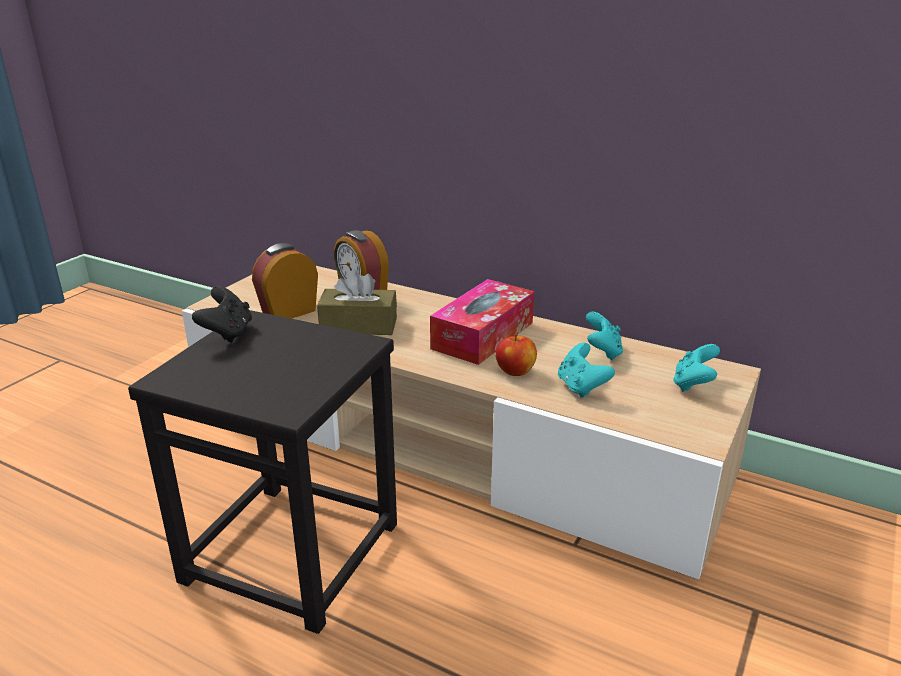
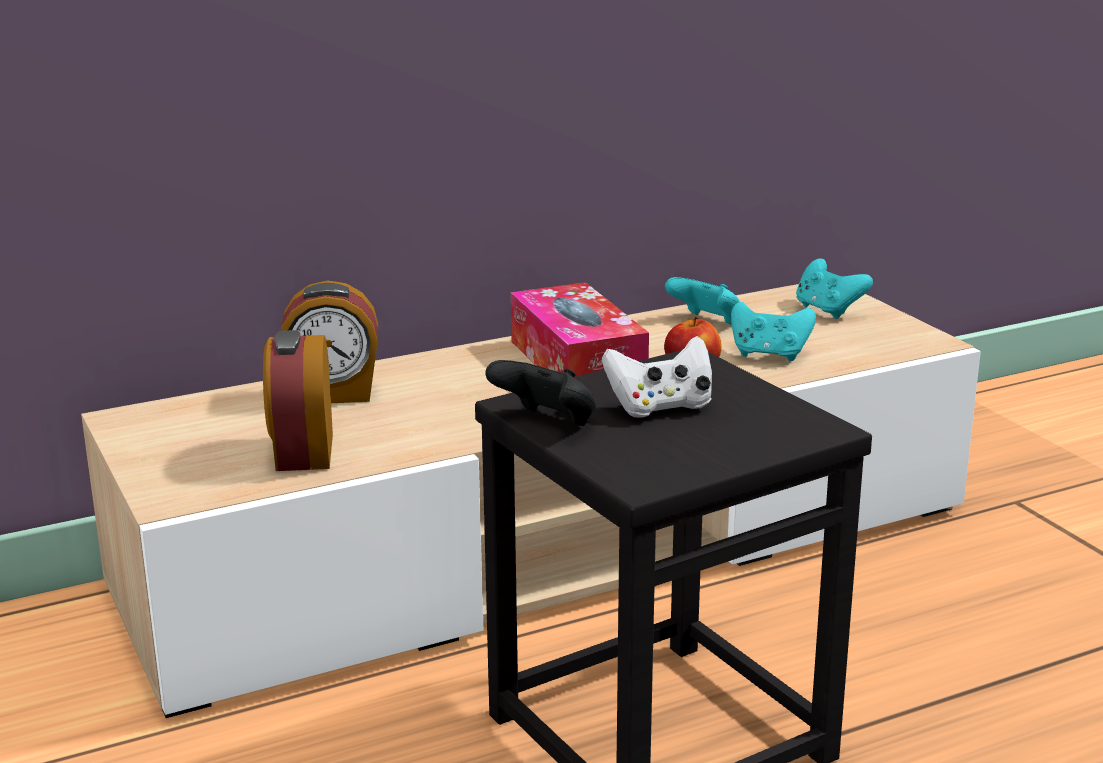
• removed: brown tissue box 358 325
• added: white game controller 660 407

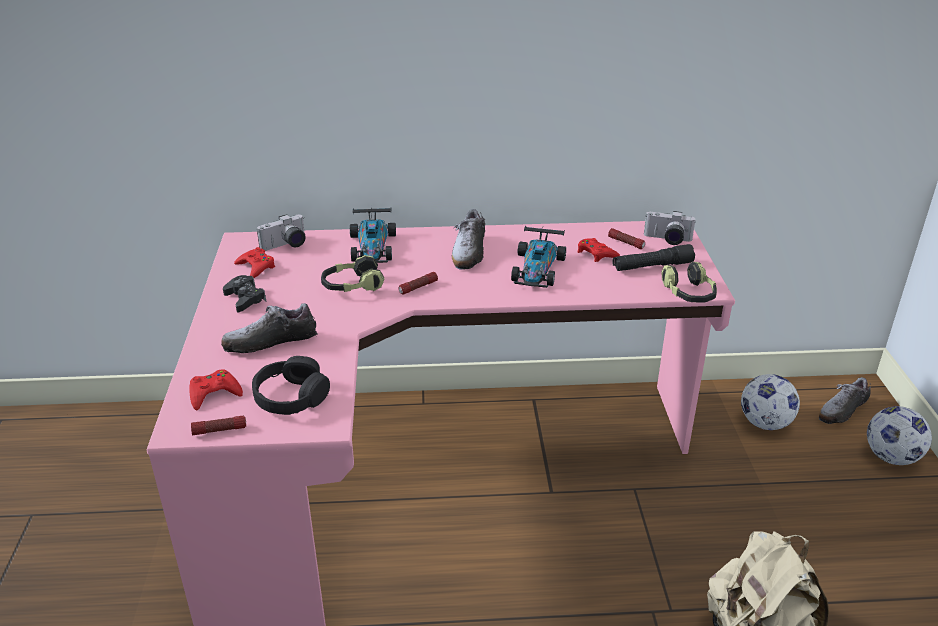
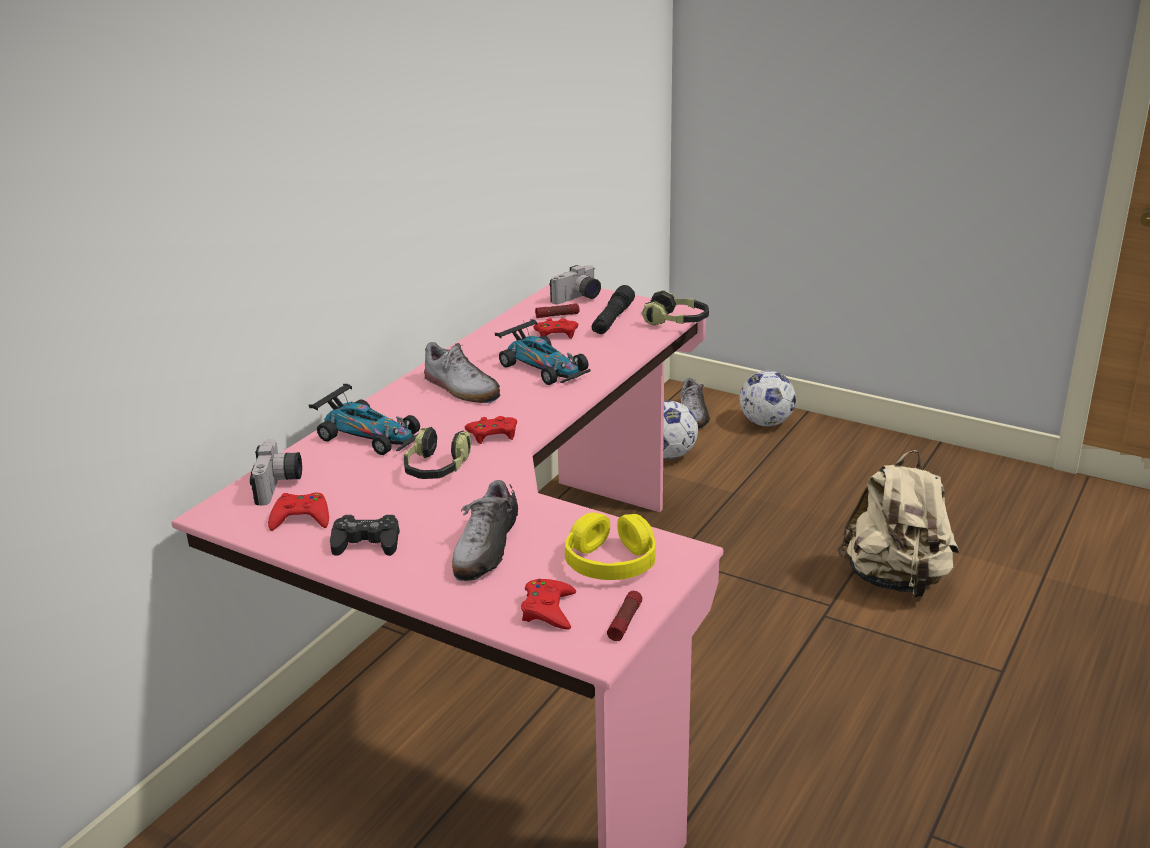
• replaced: flashlight 418 287 to red game controller 493 434
• recoloured: black headphones 291 397 to yellow headphones 611 561

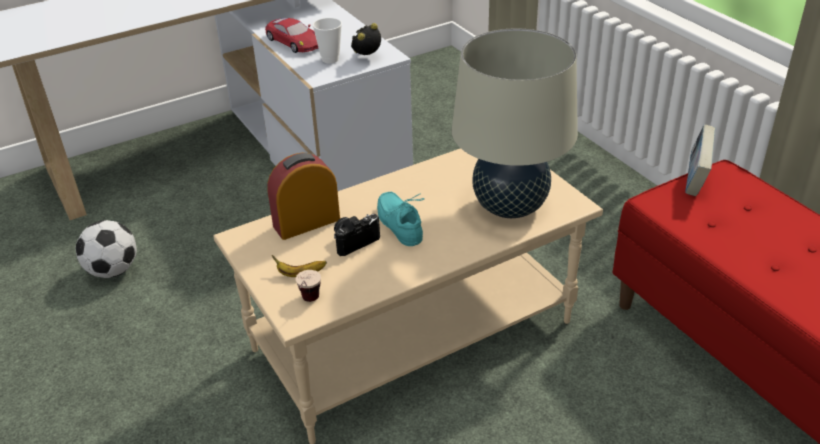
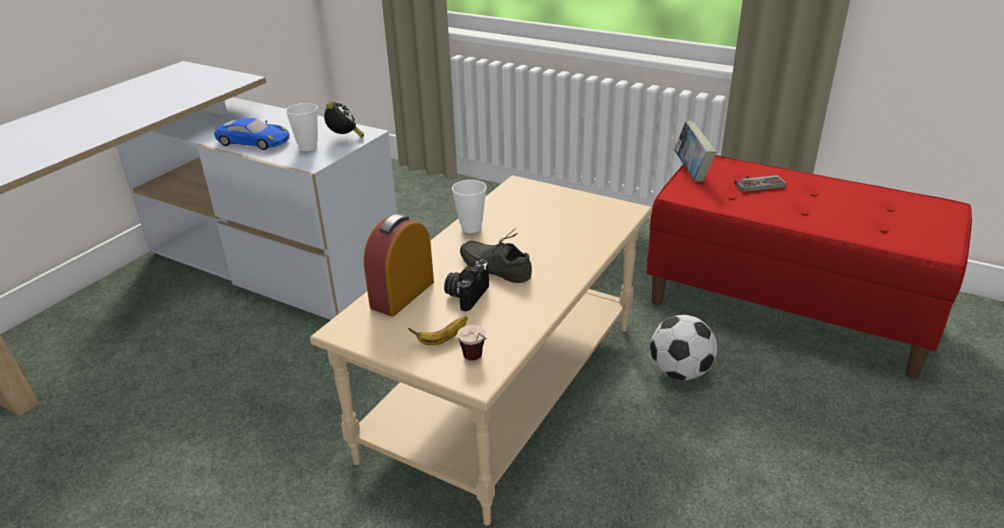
• removed: beige table lamp 510 207
• added: cup 471 228
• added: game controller 757 183
• moved: football 113 271 to 680 372
• recoloured: red toy car 294 41 to blue toy car 253 141
• recoloured: turquoise shoe 402 223 to grey shoe 497 267
• turned: alarm clock 367 57 = 345 138 150 degrees clockwise

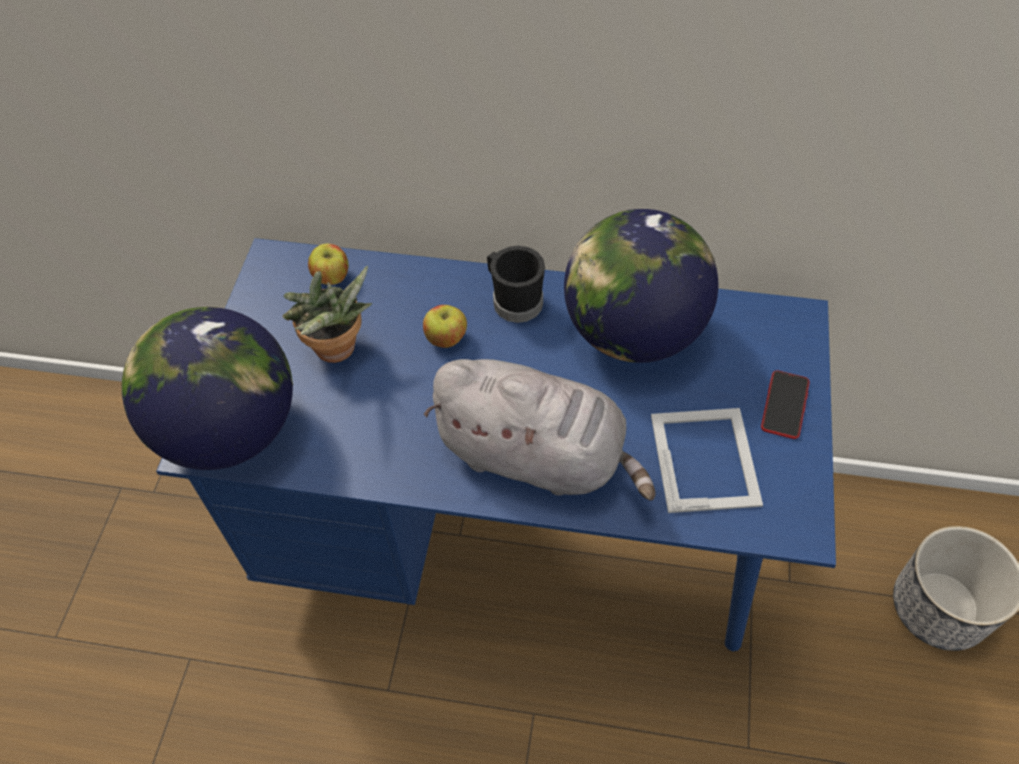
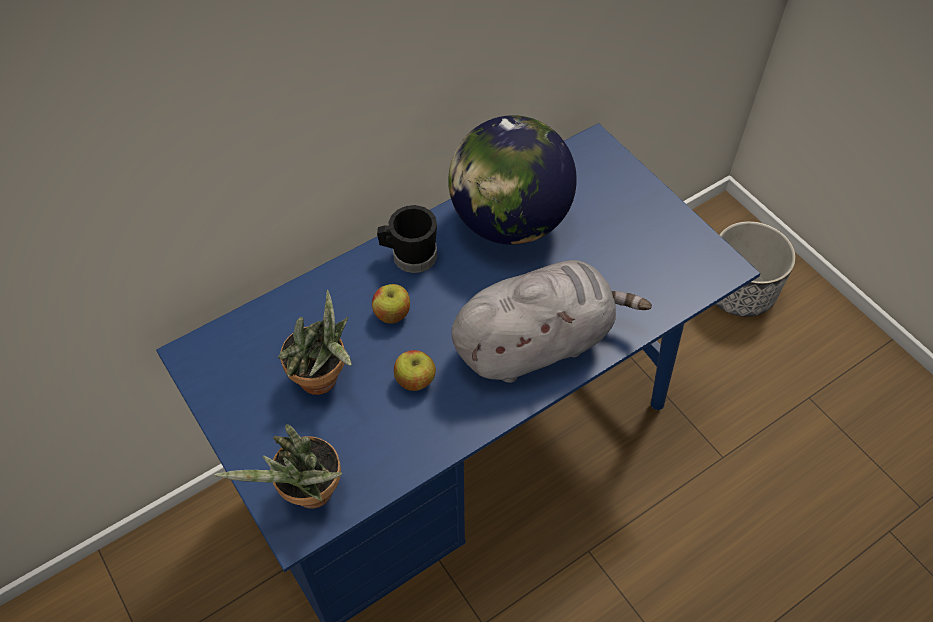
• removed: picture frame 705 458
• removed: phone 785 405
• moved: apple 332 277 to 415 380
• replaced: globe 230 431 to potted plant 309 496

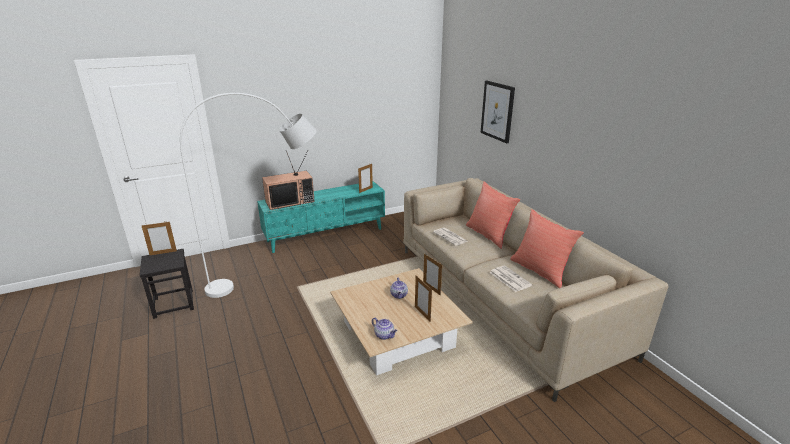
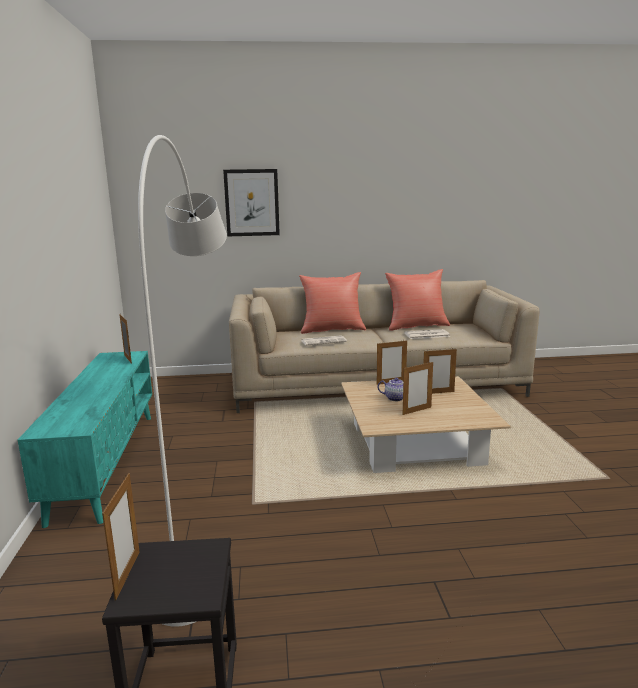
• removed: television 290 201
• removed: teapot 384 335
• added: picture frame 417 411

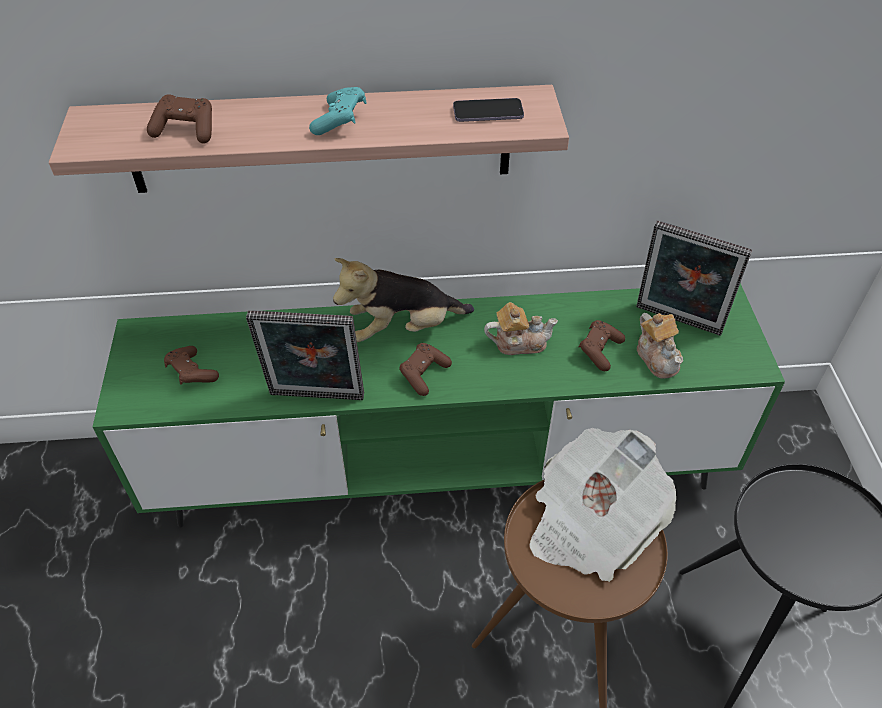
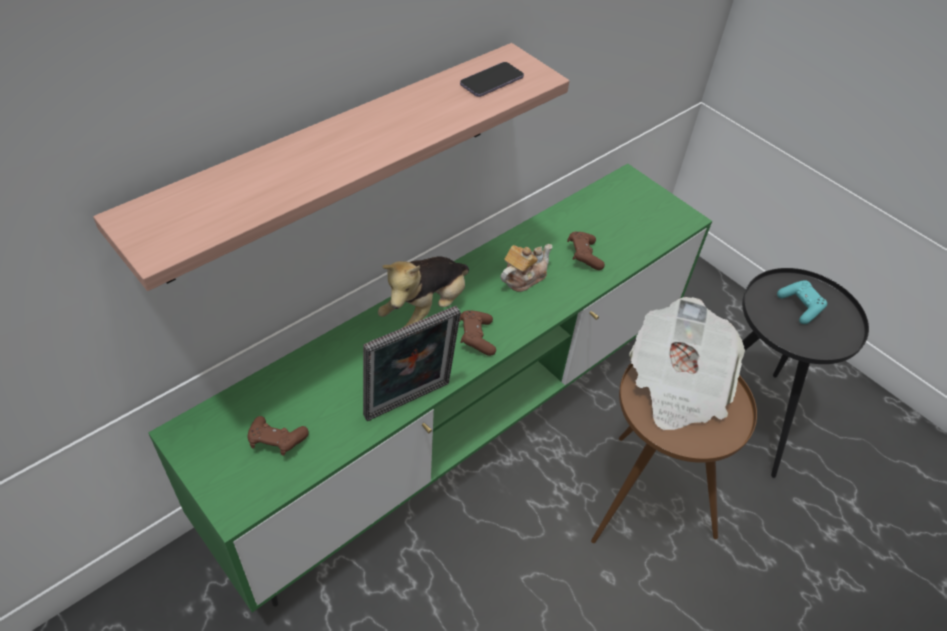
• removed: brown game controller 186 130
• removed: picture frame 677 322
• removed: teapot 657 357
• moved: turquoise game controller 340 122 to 800 307

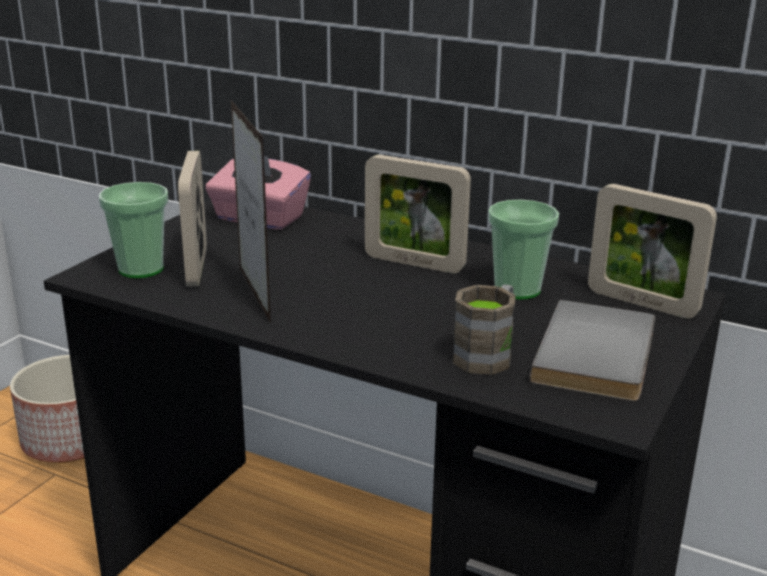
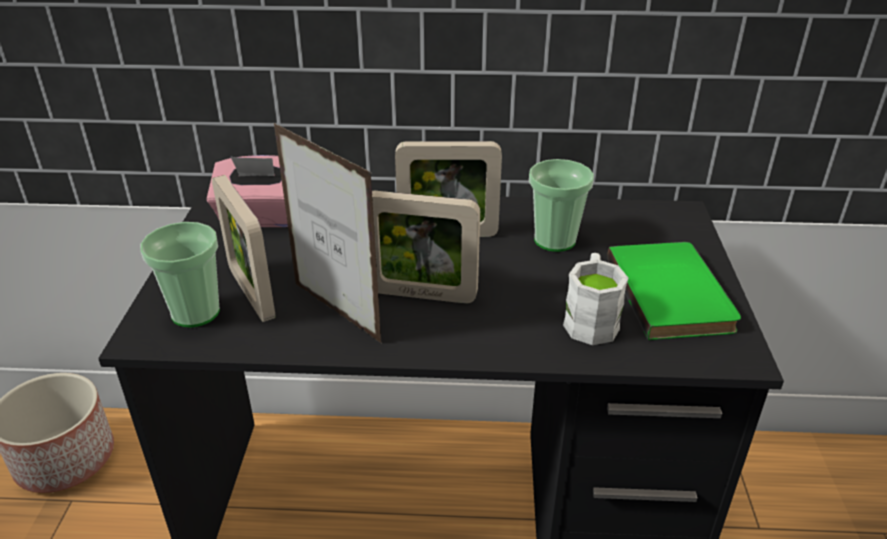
• moved: picture frame 642 303 to 421 294
• recoloured: brown mug 487 354 to white mug 590 319
• recoloured: grey book 600 356 to green book 673 293

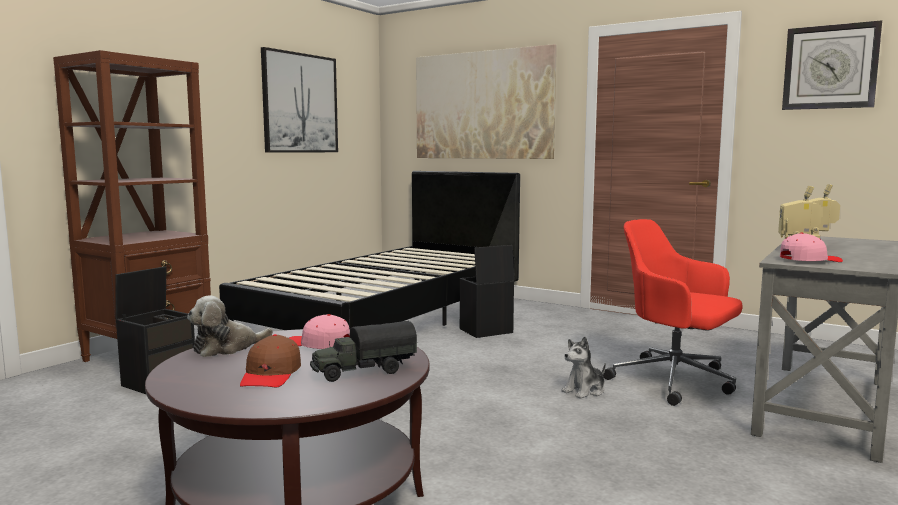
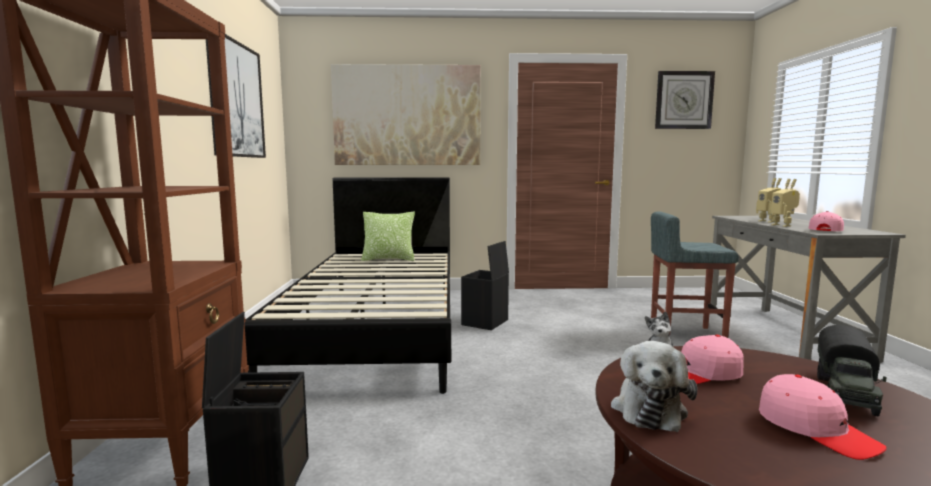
• added: pillow 388 259
• replaced: red office chair 675 381 to grey stool 685 335
• recoloured: brown cap 271 375 to pink cap 816 429

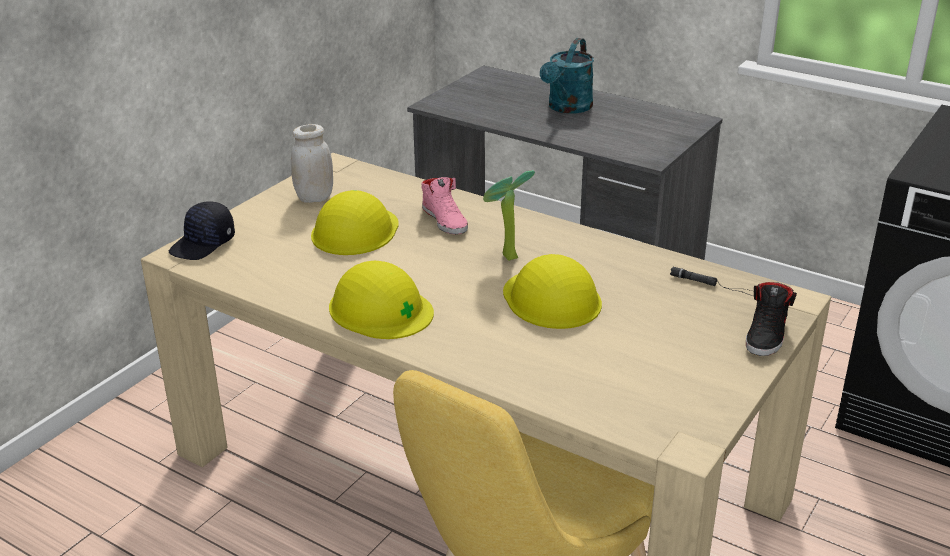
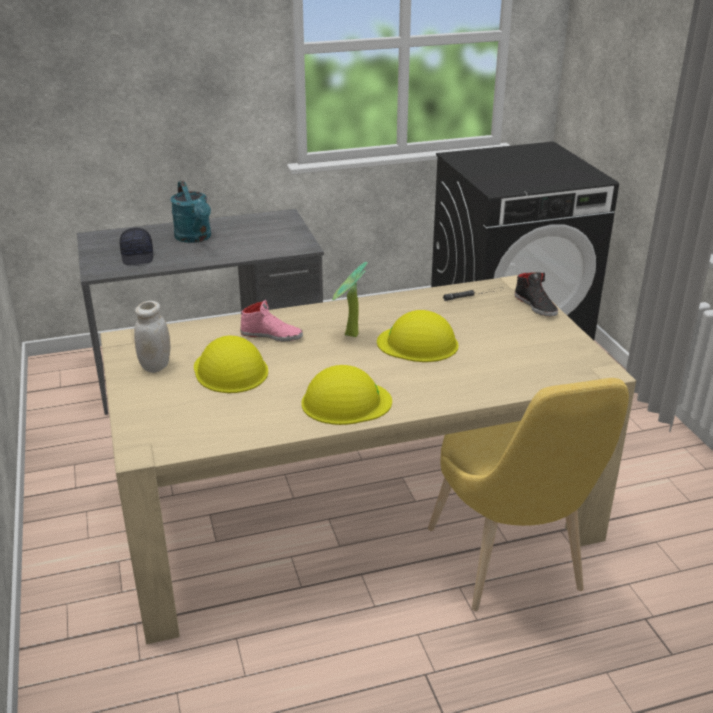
• moved: black cap 203 244 to 138 256

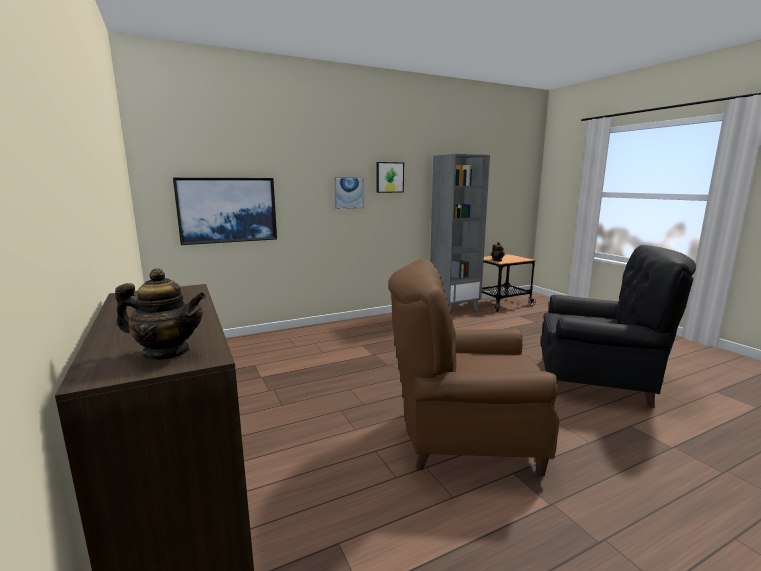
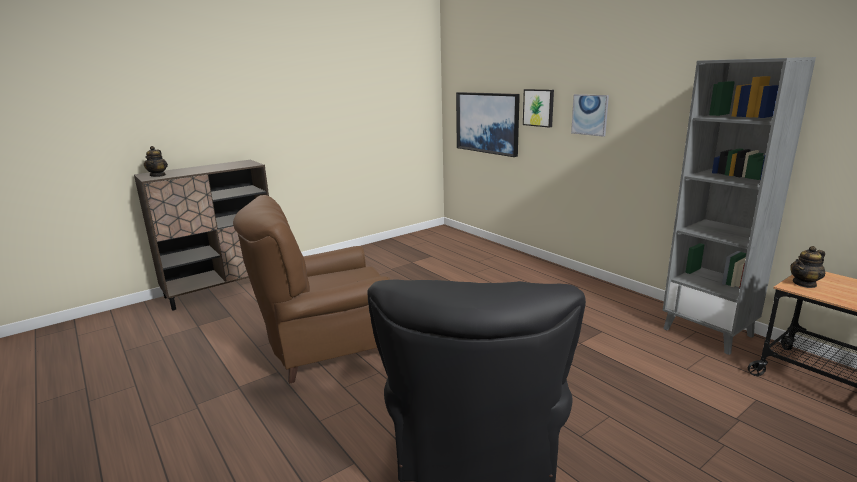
• moved: picture 389 177 to 539 107
• turned: brown armchair 463 438 = 327 349 105 degrees counterclockwise

